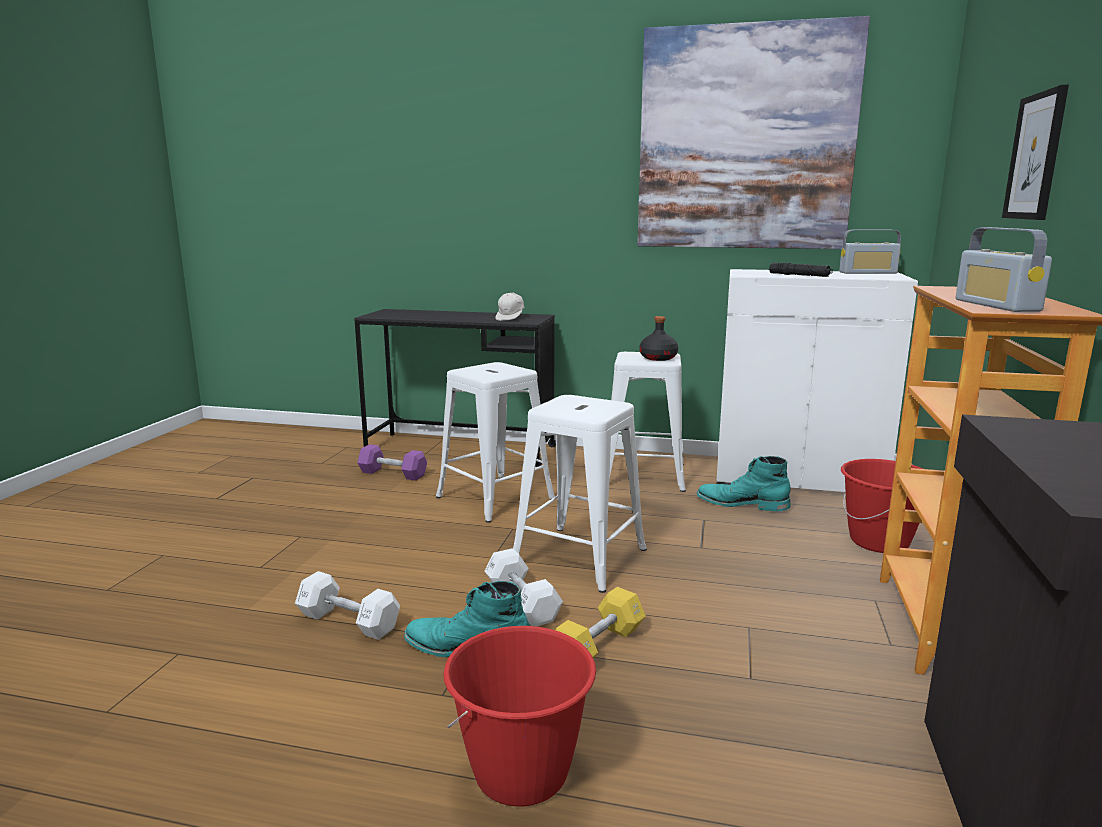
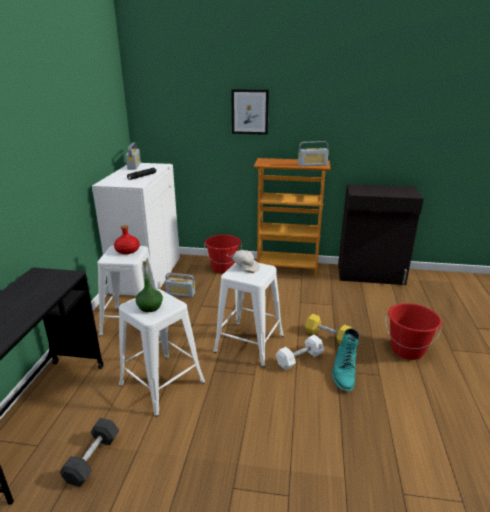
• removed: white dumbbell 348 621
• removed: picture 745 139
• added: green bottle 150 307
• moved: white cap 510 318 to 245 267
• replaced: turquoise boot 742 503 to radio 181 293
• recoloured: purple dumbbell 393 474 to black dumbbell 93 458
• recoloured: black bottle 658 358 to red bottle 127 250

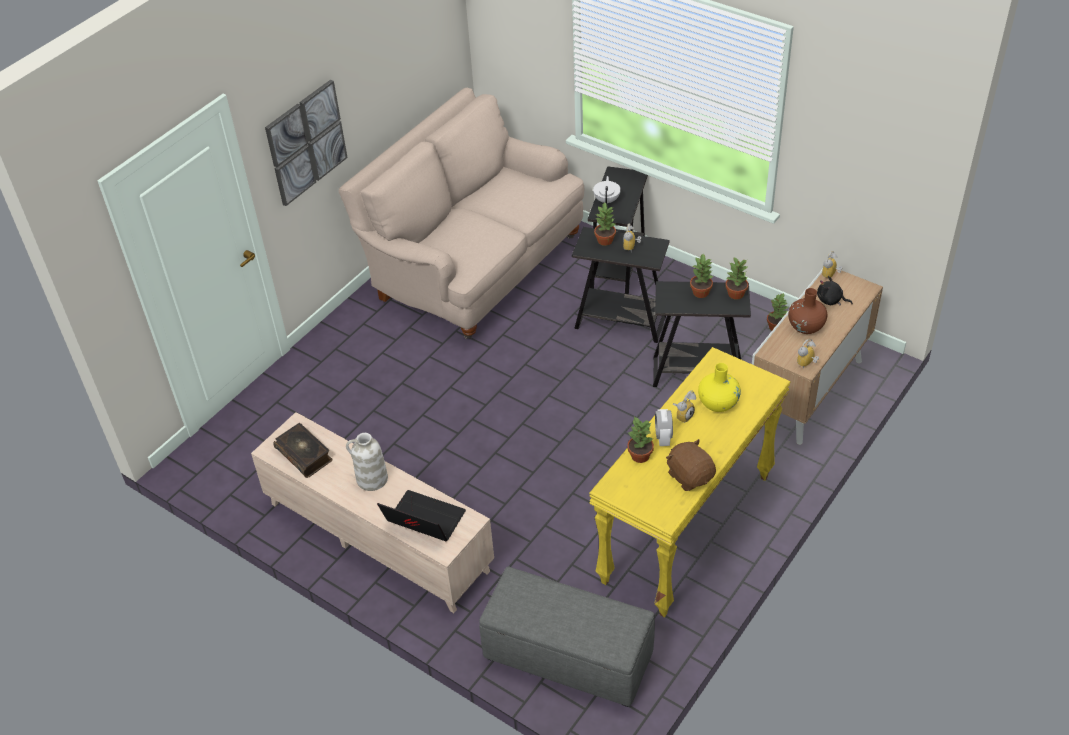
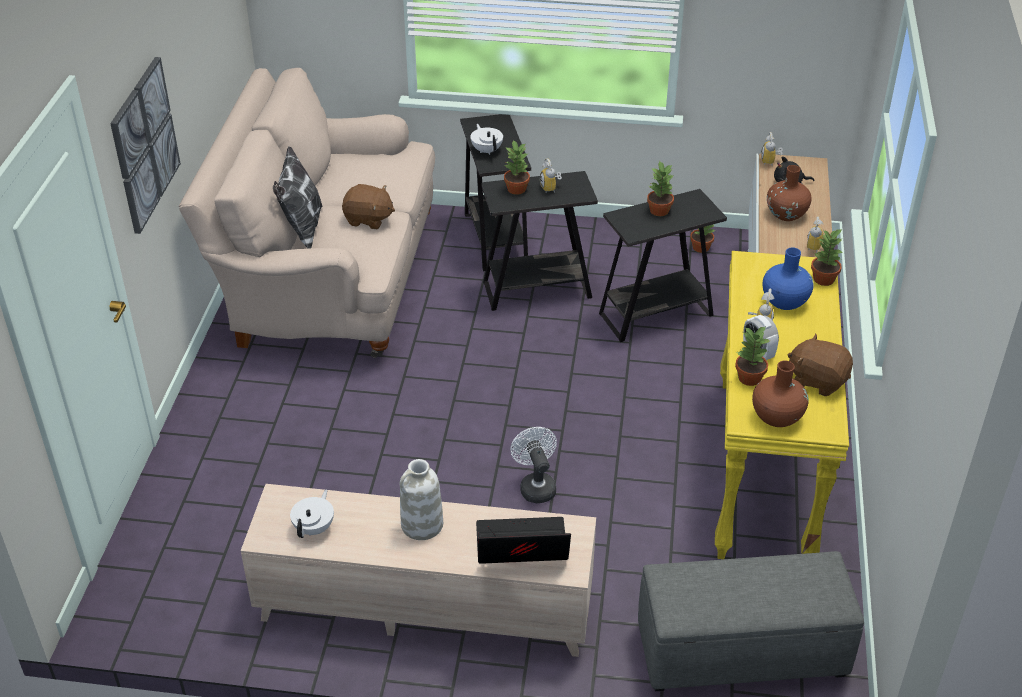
• added: pillow 302 230
• added: brown plush toy 368 219
• added: white fan 535 486
• added: brown vase 777 417
• moved: potted plant 736 294 to 824 279
• replaced: book 304 455 to white teapot 314 528
• recoloured: yellow vase 718 403 to blue vase 784 301

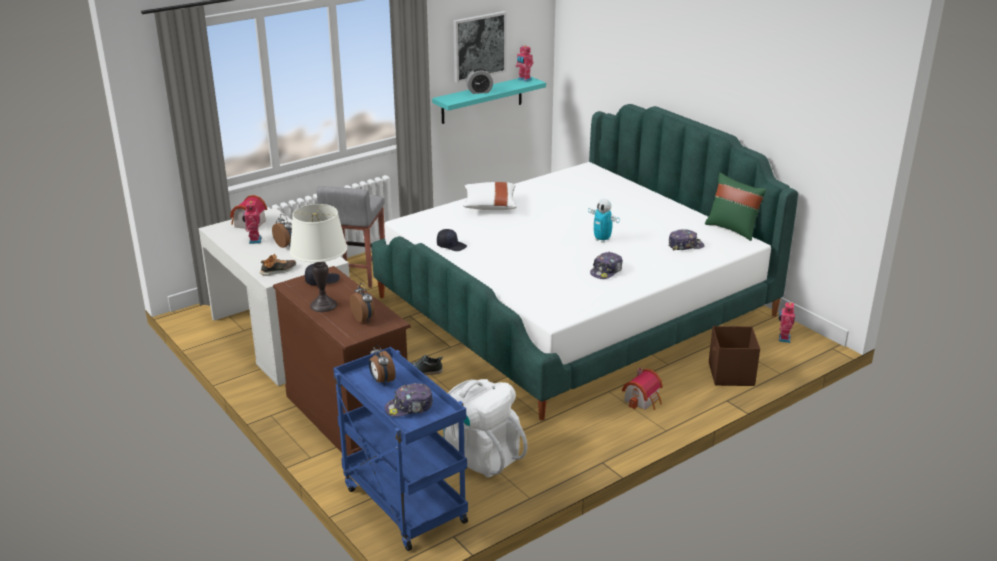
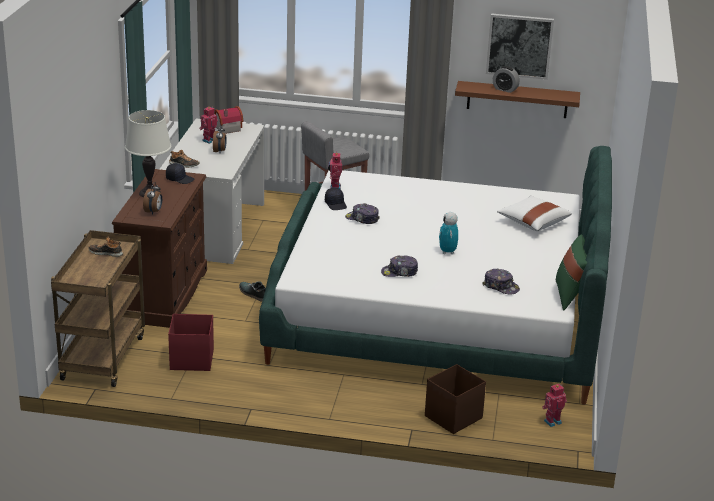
• removed: toy house 643 400
• moved: cap 409 407 to 362 219
• moved: white pillow 490 206 to 533 223
• moved: toy robot 524 80 to 334 187
• replaced: alarm clock 381 381 to shoe 106 253
• replaced: white backpack 481 455 to red storage box 191 360
• recoloured: blue cart 402 504 to brown cart 102 356
• recoloured: turquoise shelf 482 100 to brown shelf 517 99

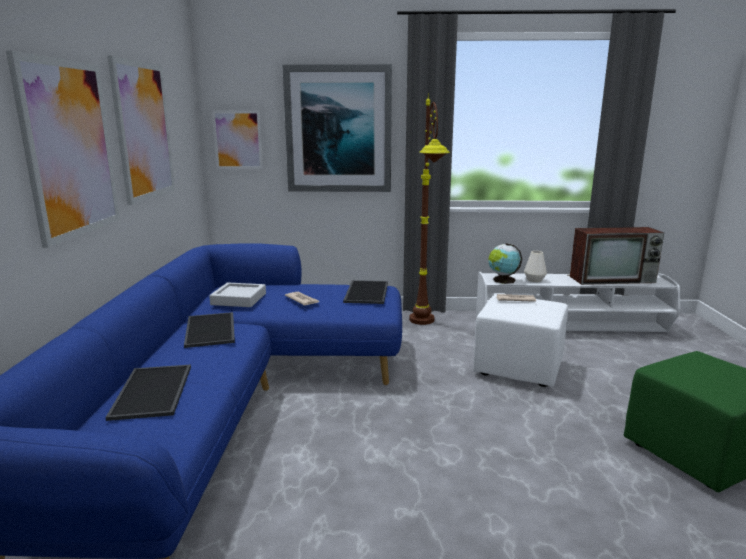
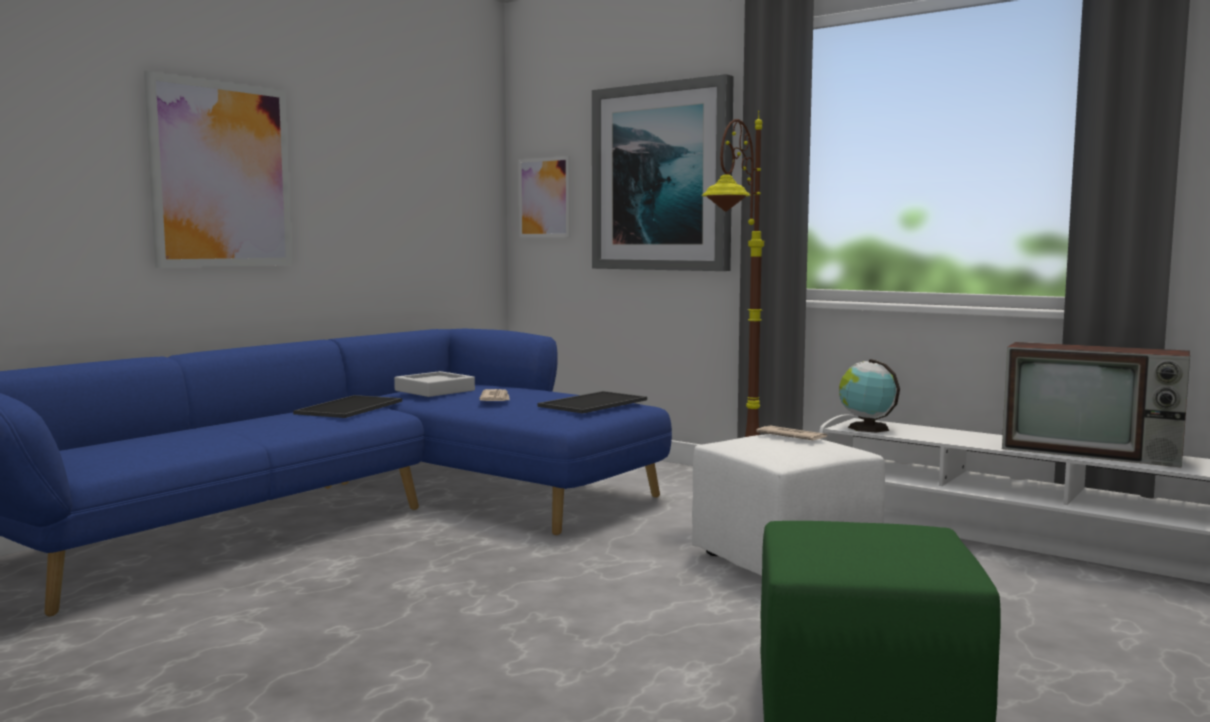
• removed: tray 154 392
• removed: picture 143 131
• removed: white vase 534 280

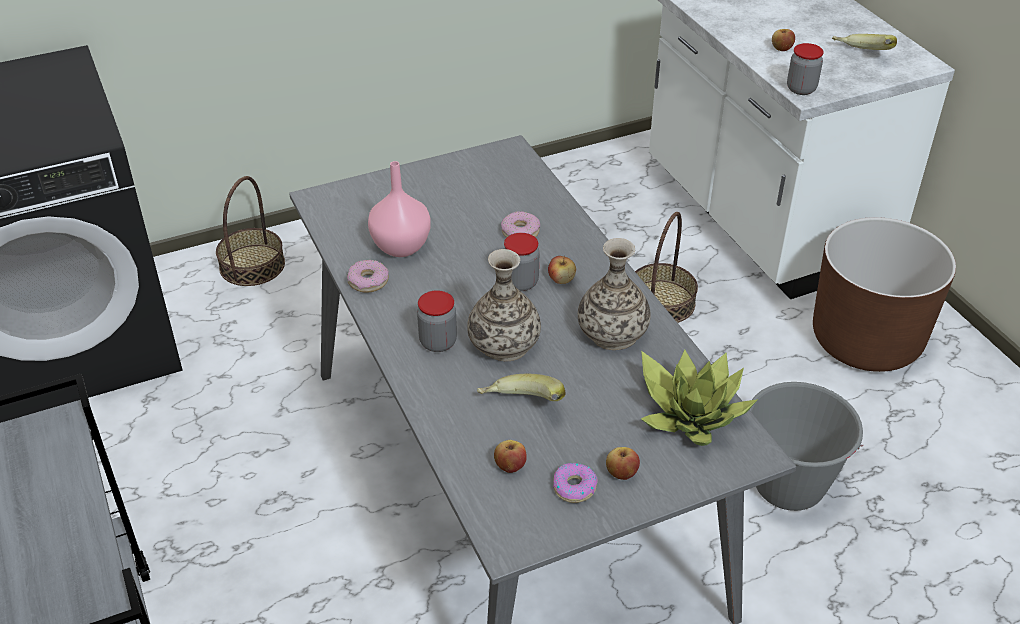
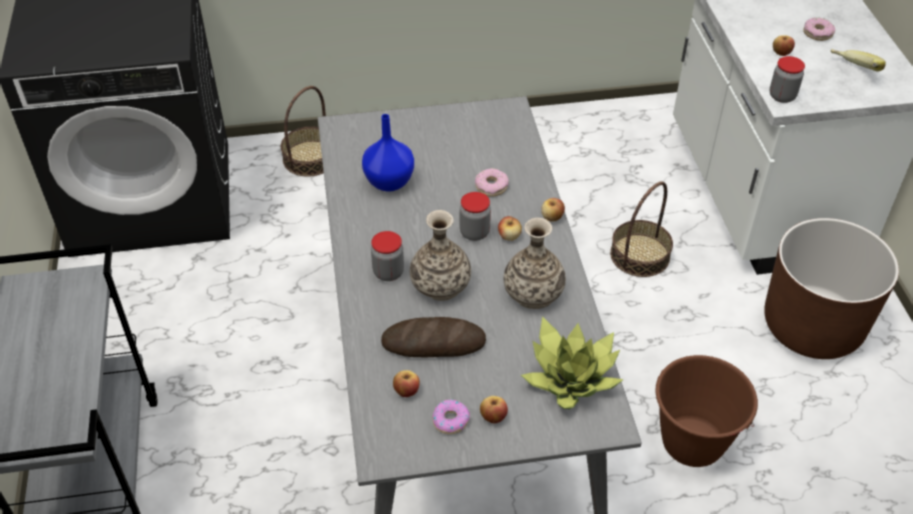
• added: apple 552 217
• moved: donut 368 281 to 817 33
• replaced: banana 520 407 to bread 433 343
• recoloured: pink vase 400 247 to blue vase 388 182
• recoloured: grey bucket 788 485 to brown bucket 692 442

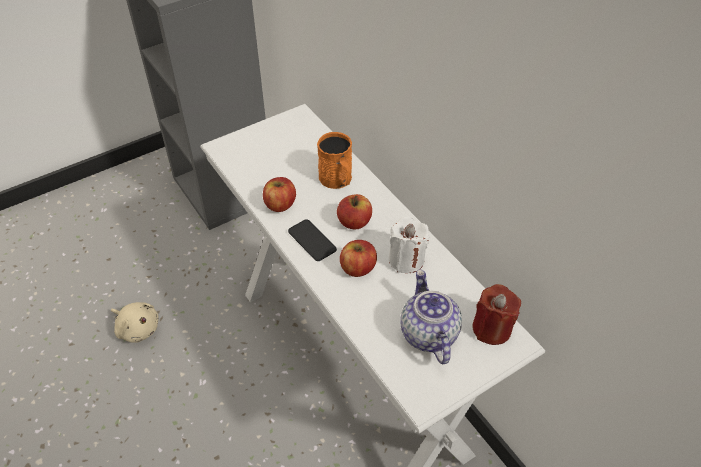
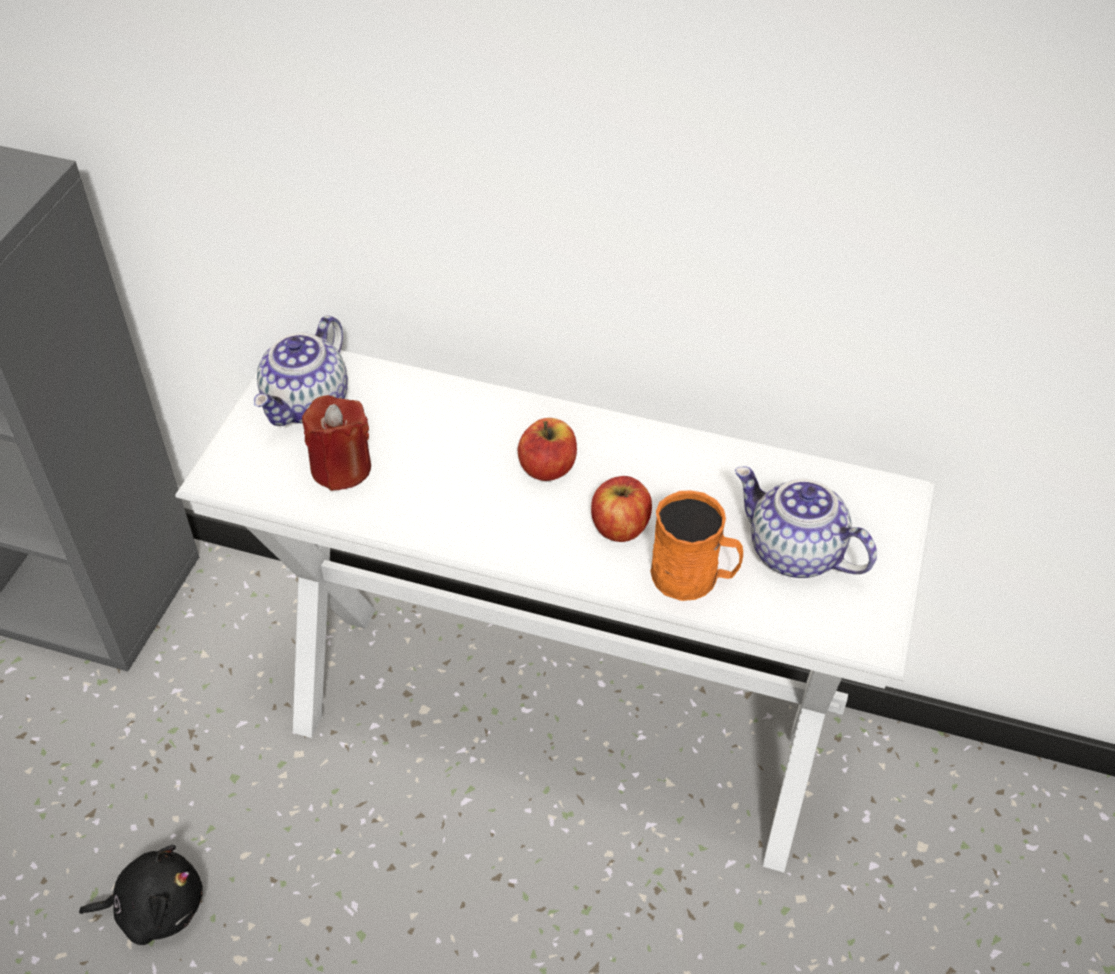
• removed: apple 280 204
• removed: phone 312 240
• removed: white candle 406 259
• added: teapot 308 404
• moved: orange mug 338 180 to 693 577
• moved: red candle 492 328 to 341 468
• recoloured: beige plush toy 137 328 to black plush toy 156 907

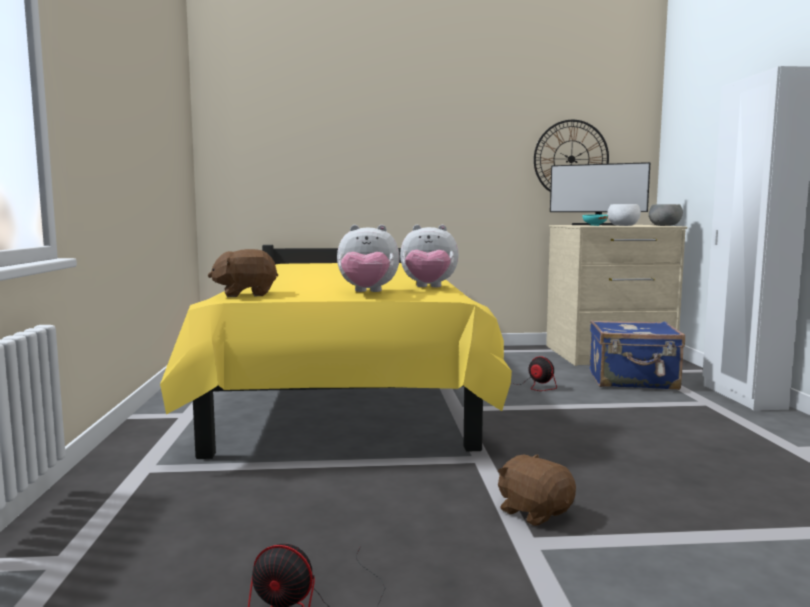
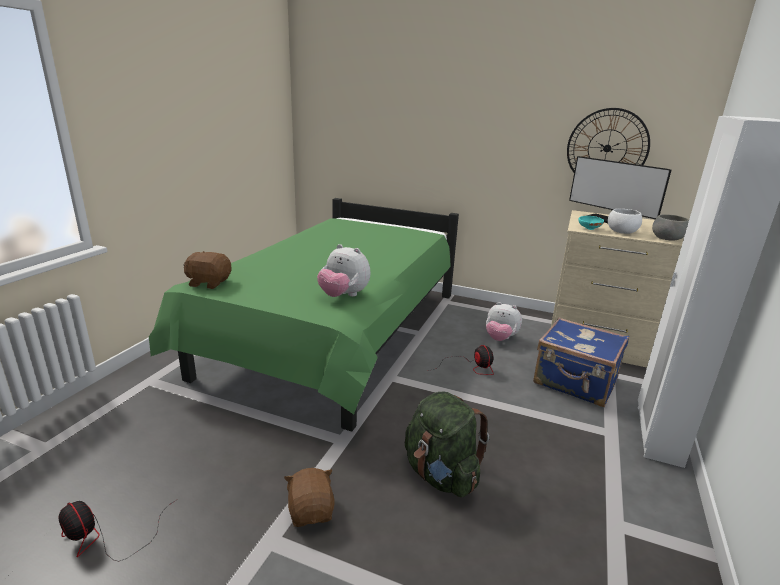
• added: green backpack 441 474
• moved: plush toy 367 292 to 500 338
• recoloured: yellow bed 345 391 to green bed 336 335

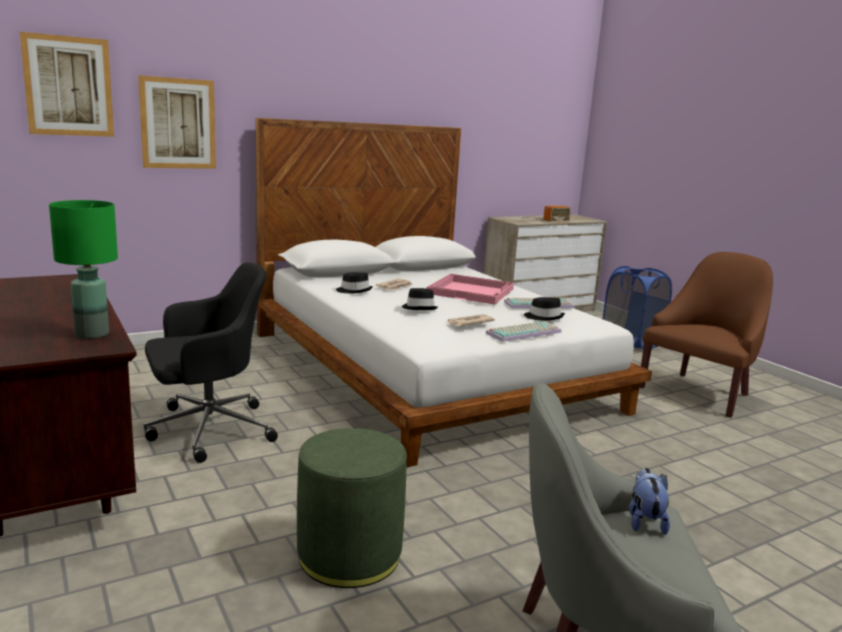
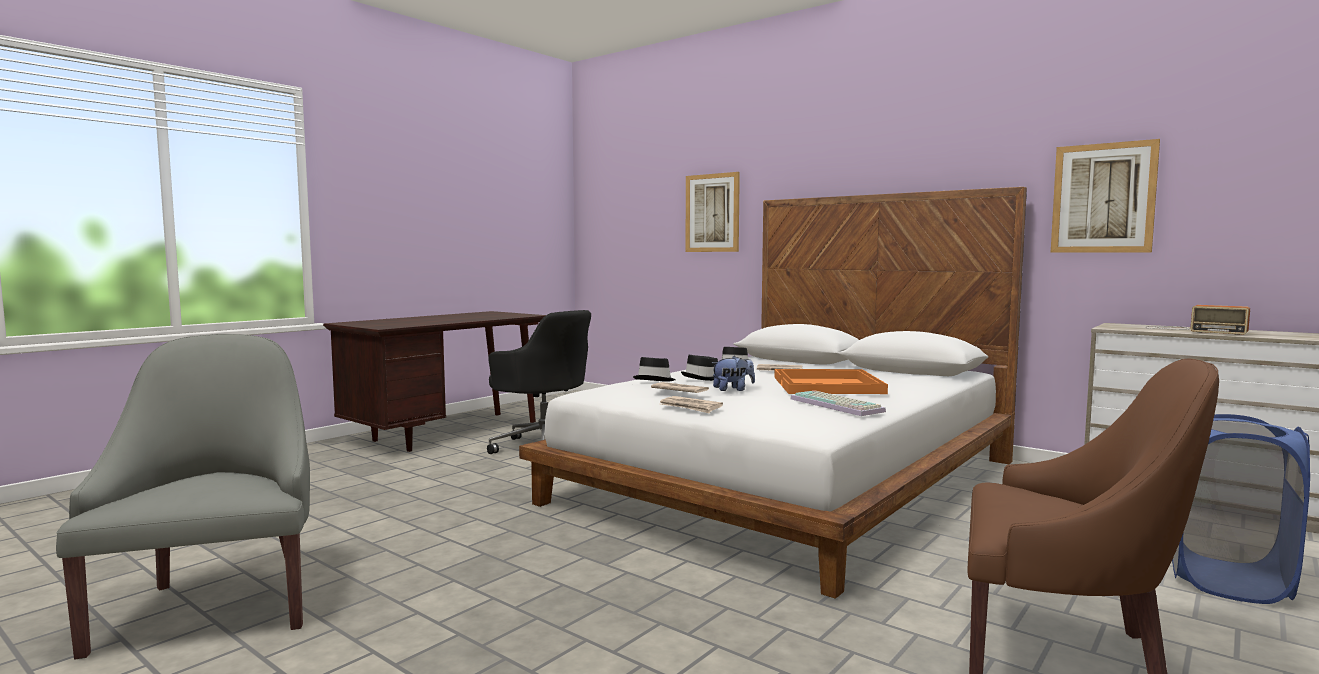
• removed: green table lamp 92 334
• removed: green ottoman 349 555
• moved: picture 68 86 to 1103 198
• moved: black hat 544 317 to 655 380
• moved: plush toy 644 521 to 733 389
• replaced: keyboard 523 332 to newspaper 690 407
• recoloured: pink tray 471 291 to orange tray 828 385

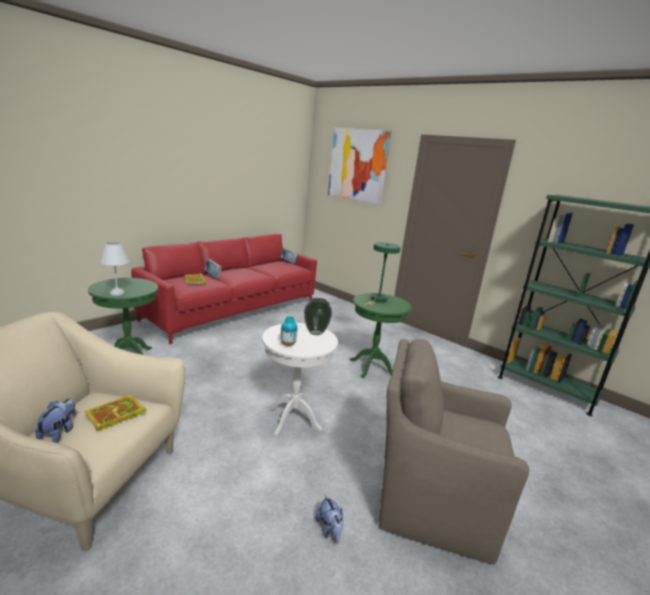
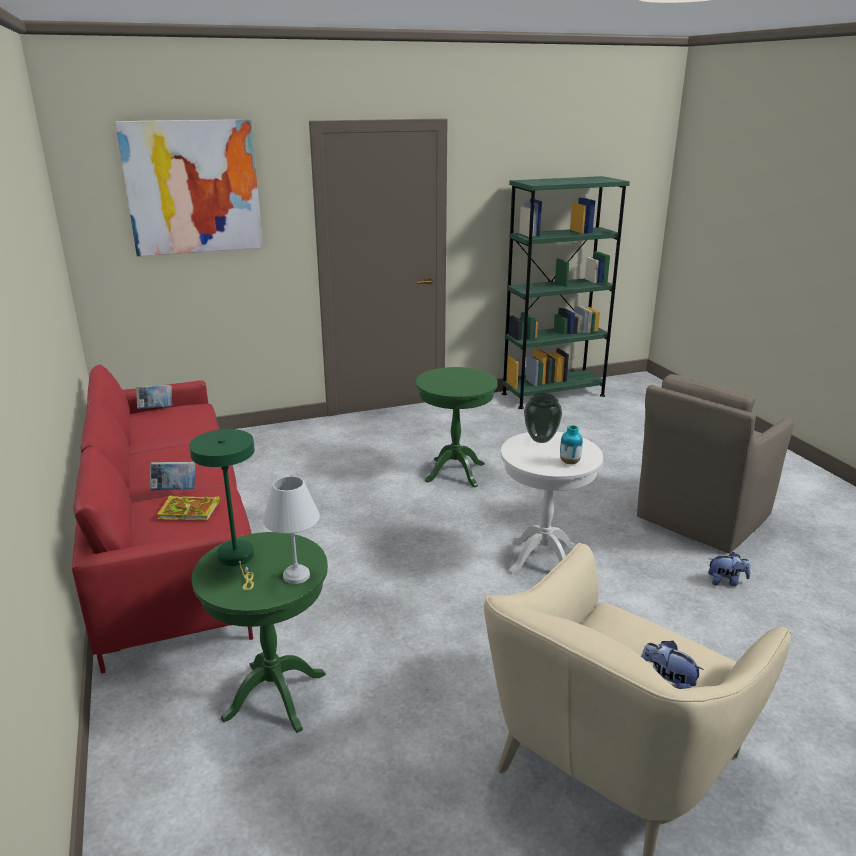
• removed: book 114 415
• moved: green table lamp 377 300 to 238 559

